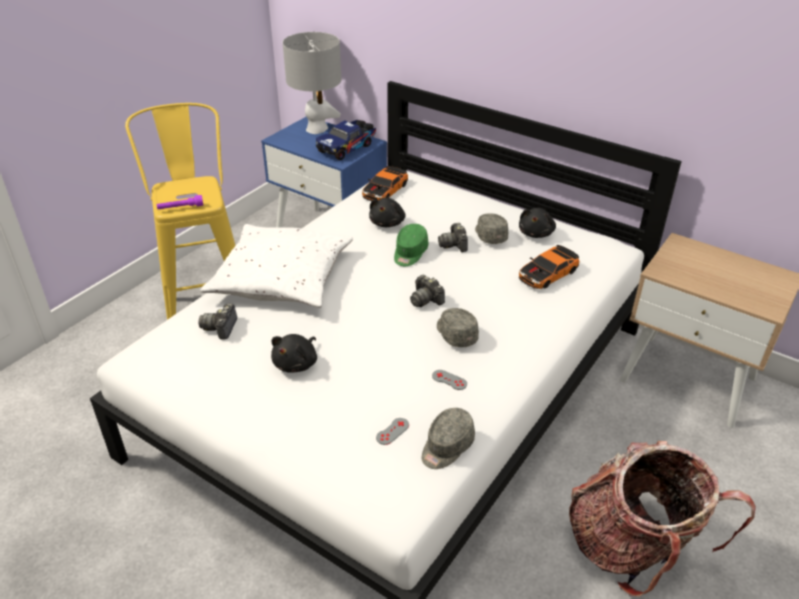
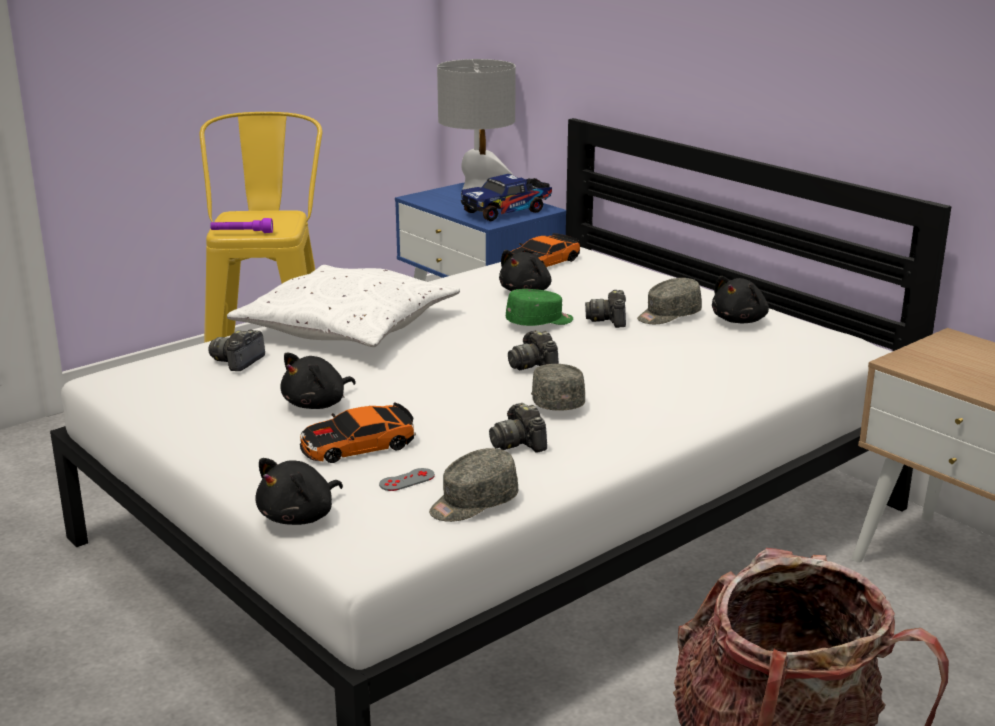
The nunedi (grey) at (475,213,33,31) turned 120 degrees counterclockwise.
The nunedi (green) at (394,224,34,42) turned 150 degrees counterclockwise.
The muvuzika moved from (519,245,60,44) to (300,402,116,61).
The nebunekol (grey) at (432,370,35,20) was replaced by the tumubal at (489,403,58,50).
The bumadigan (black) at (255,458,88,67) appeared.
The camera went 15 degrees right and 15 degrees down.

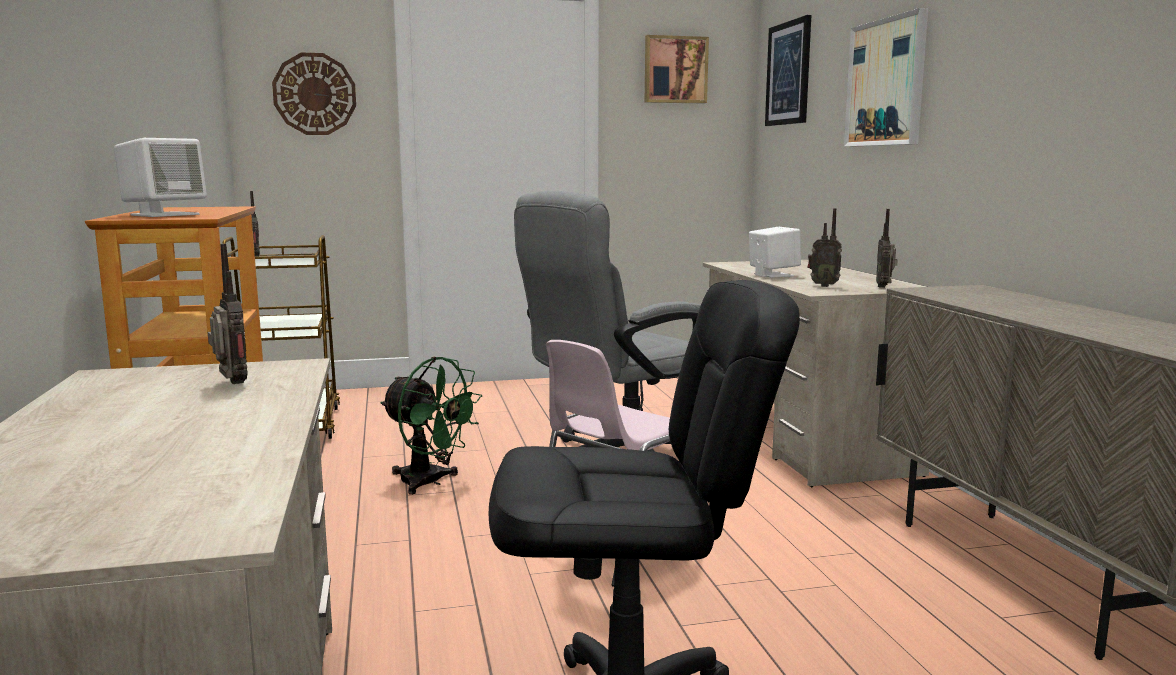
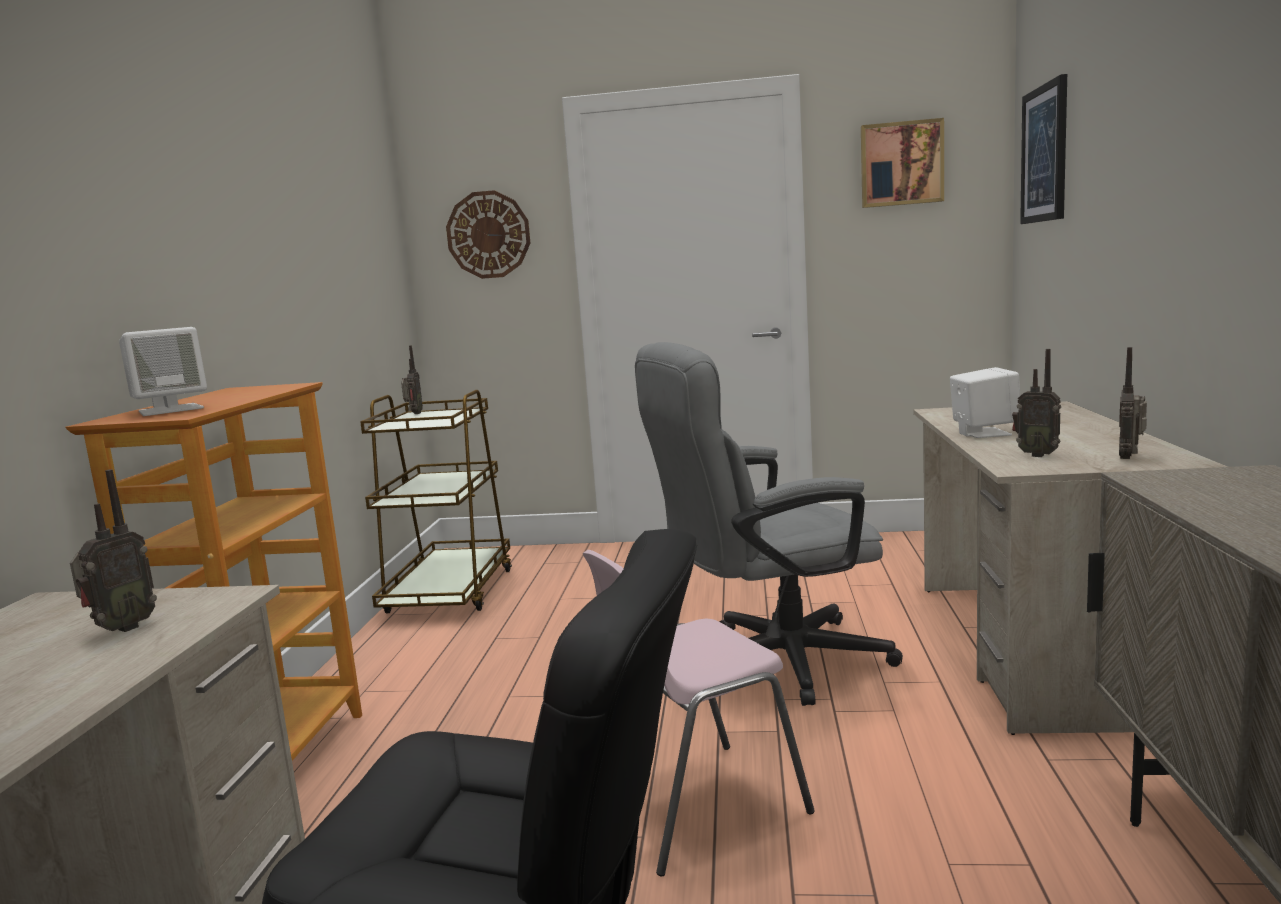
The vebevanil at (844,8,84,139) disappeared.
The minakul at (208,244,40,140) turned 45 degrees clockwise.
The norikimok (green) at (381,357,101,138) disappeared.
The camera went 20 degrees right and 0 degrees up.

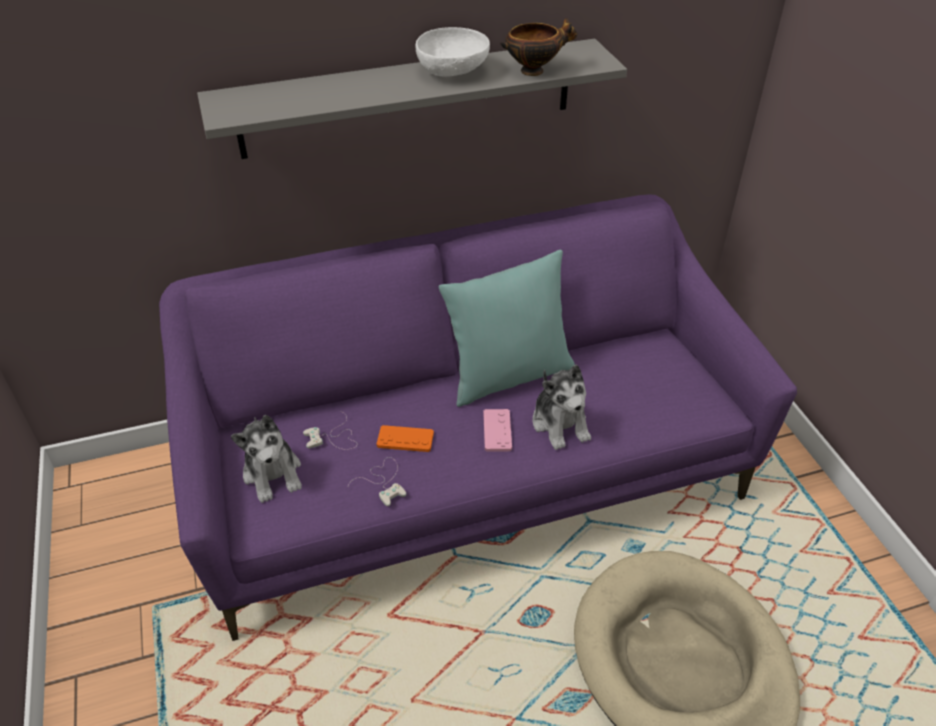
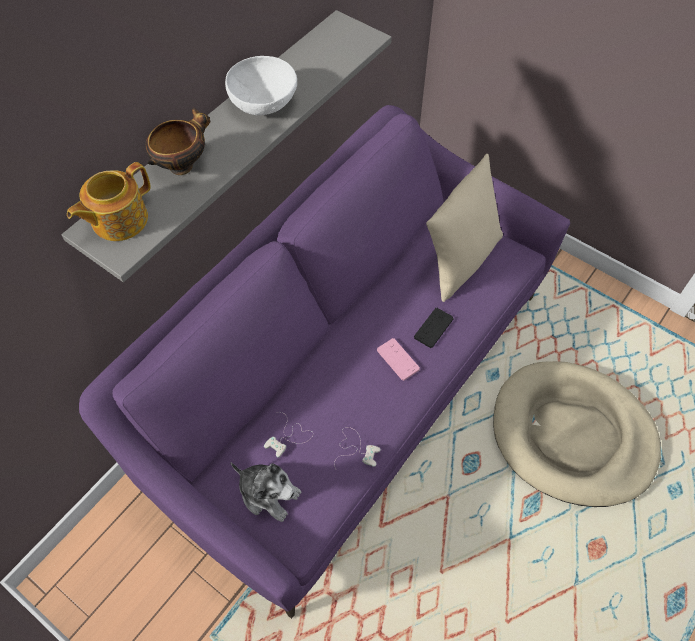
The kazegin moved from (500,18,78,58) to (146,108,64,67).
The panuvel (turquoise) at (439,250,136,157) disappeared.
The bumadigan at (532,365,59,85) was replaced by the nebunekol (black) at (414,308,40,40).
The nebunekol (orange) at (376,425,58,27) disappeared.
The panuvel (beige) at (426,154,77,148) appeared.
The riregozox at (67,162,84,79) appeared.
The camera went 35 degrees left and 15 degrees up.

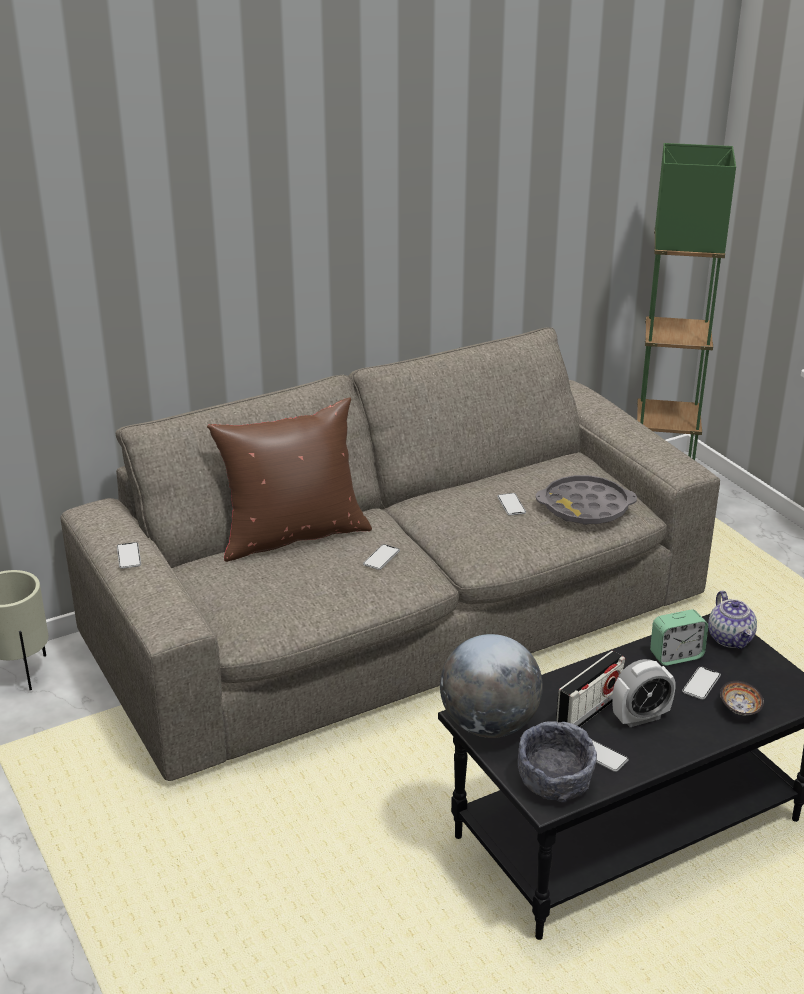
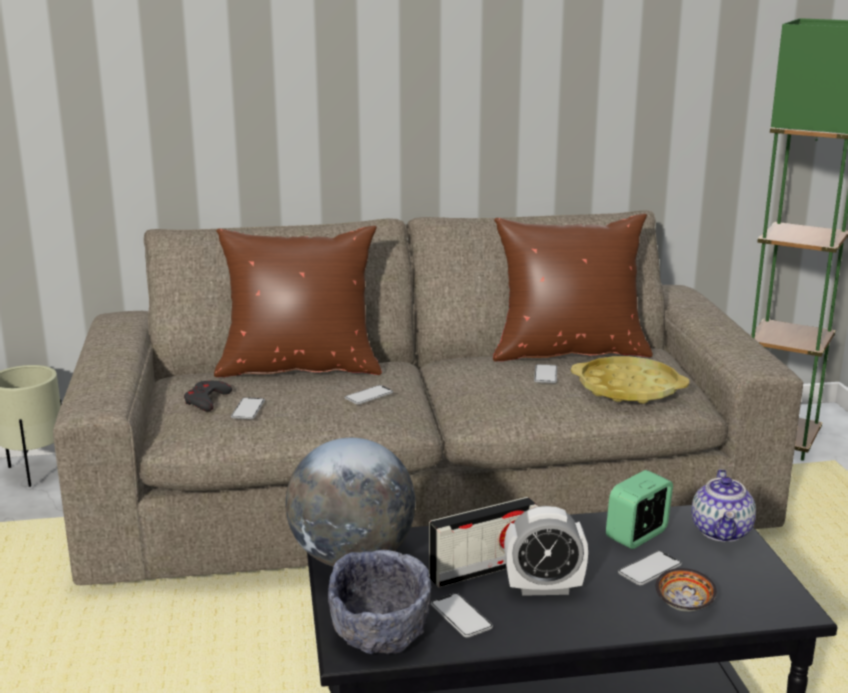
The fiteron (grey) at (536,475,101,50) became the fiteron (yellow) at (571,356,118,48).
The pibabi moved from (117,542,24,27) to (231,397,34,22).
The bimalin at (650,610,58,56) turned 135 degrees clockwise.
The panuvel (brown) at (493,213,160,148) appeared.
The nebunekol (grey) at (184,381,48,30) appeared.
The camera went 20 degrees right and 10 degrees down.

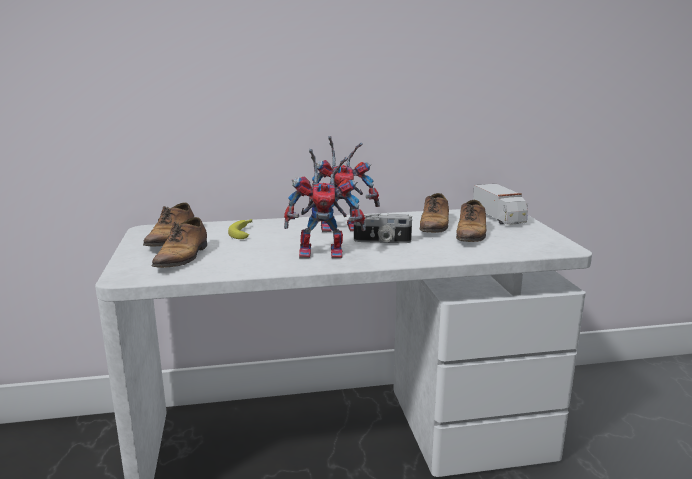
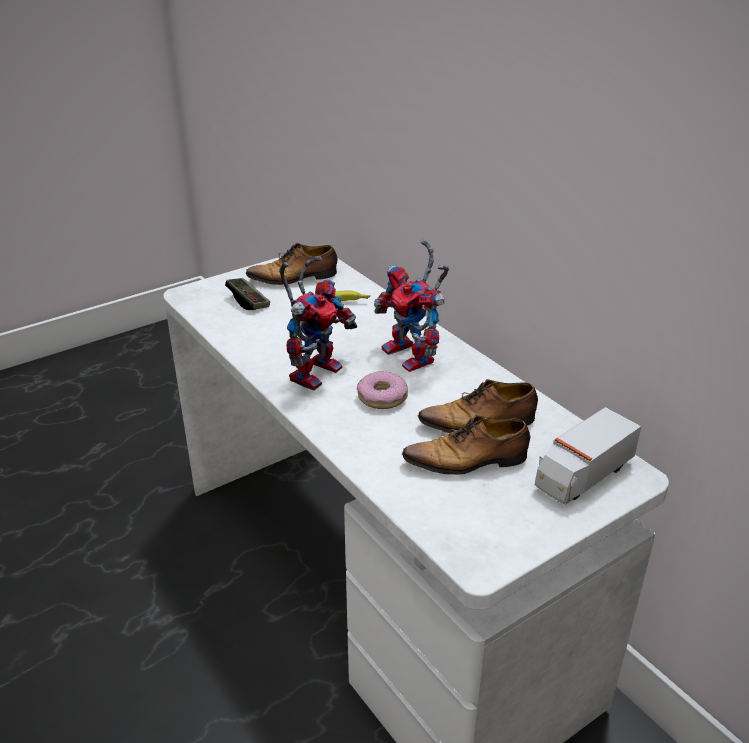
The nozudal at (284,149,82,109) turned 120 degrees counterclockwise.
The tumubal at (354,213,58,30) was replaced by the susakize at (357,371,51,38).
The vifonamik at (152,217,55,51) was replaced by the nebunekol at (225,278,45,32).
The camera went 65 degrees right and 15 degrees up.

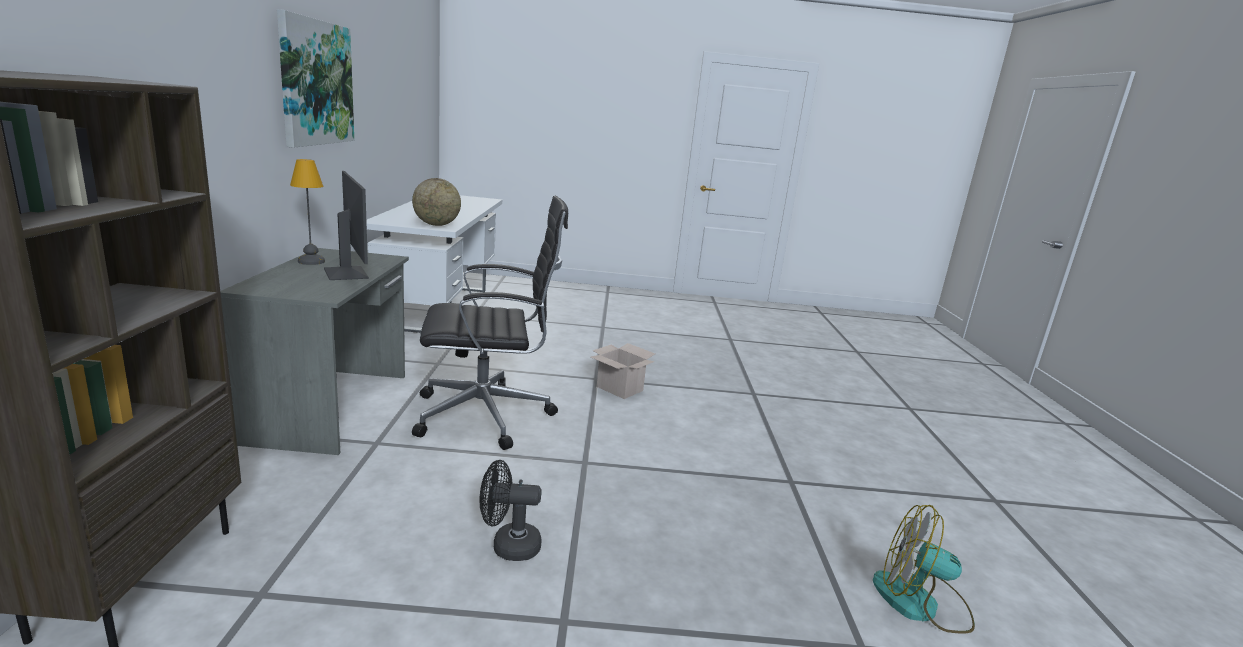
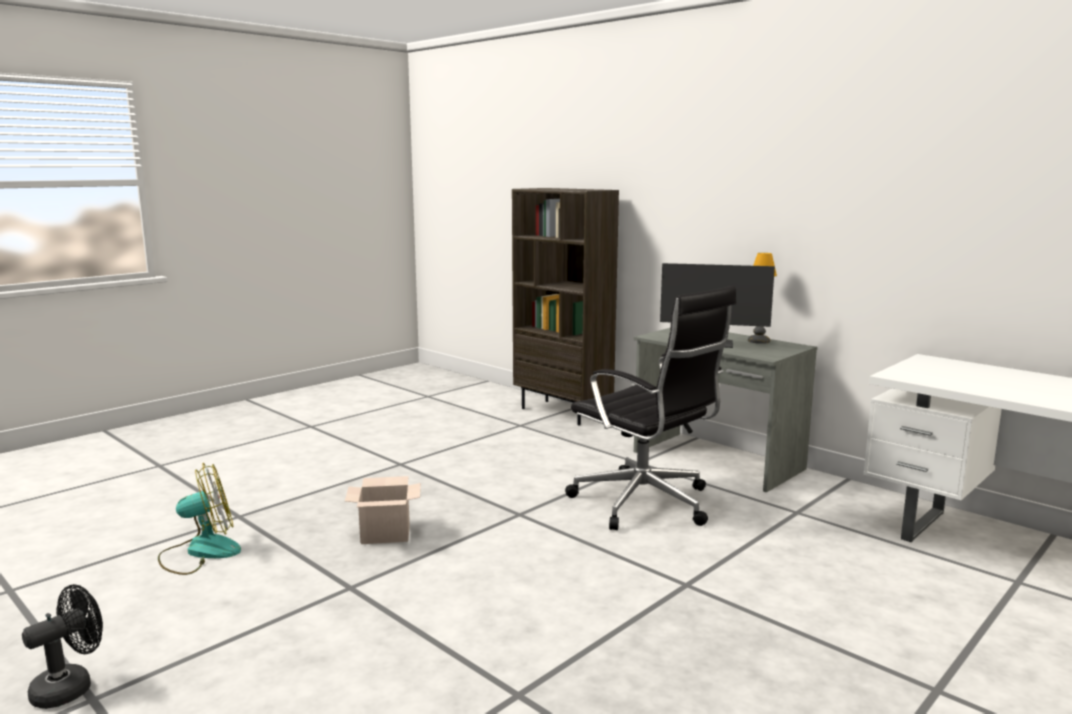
The vebevanil at (277,9,77,139) disappeared.
The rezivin at (412,178,49,48) disappeared.
The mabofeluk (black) at (412,196,156,254) turned 75 degrees counterclockwise.
The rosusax moved from (591,343,64,56) to (345,476,76,68).
The norikimok (black) moved from (479,460,63,101) to (22,584,81,125).
The camera went 135 degrees right and 5 degrees down.

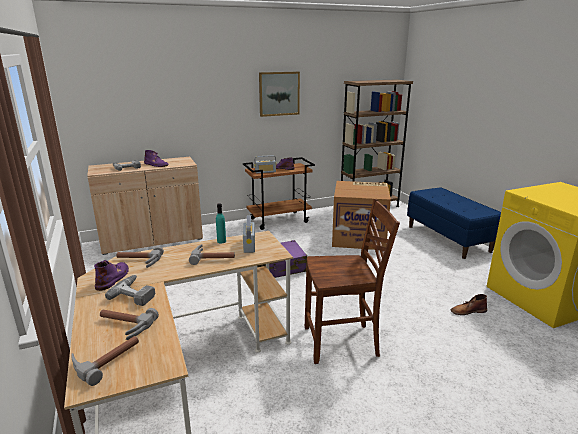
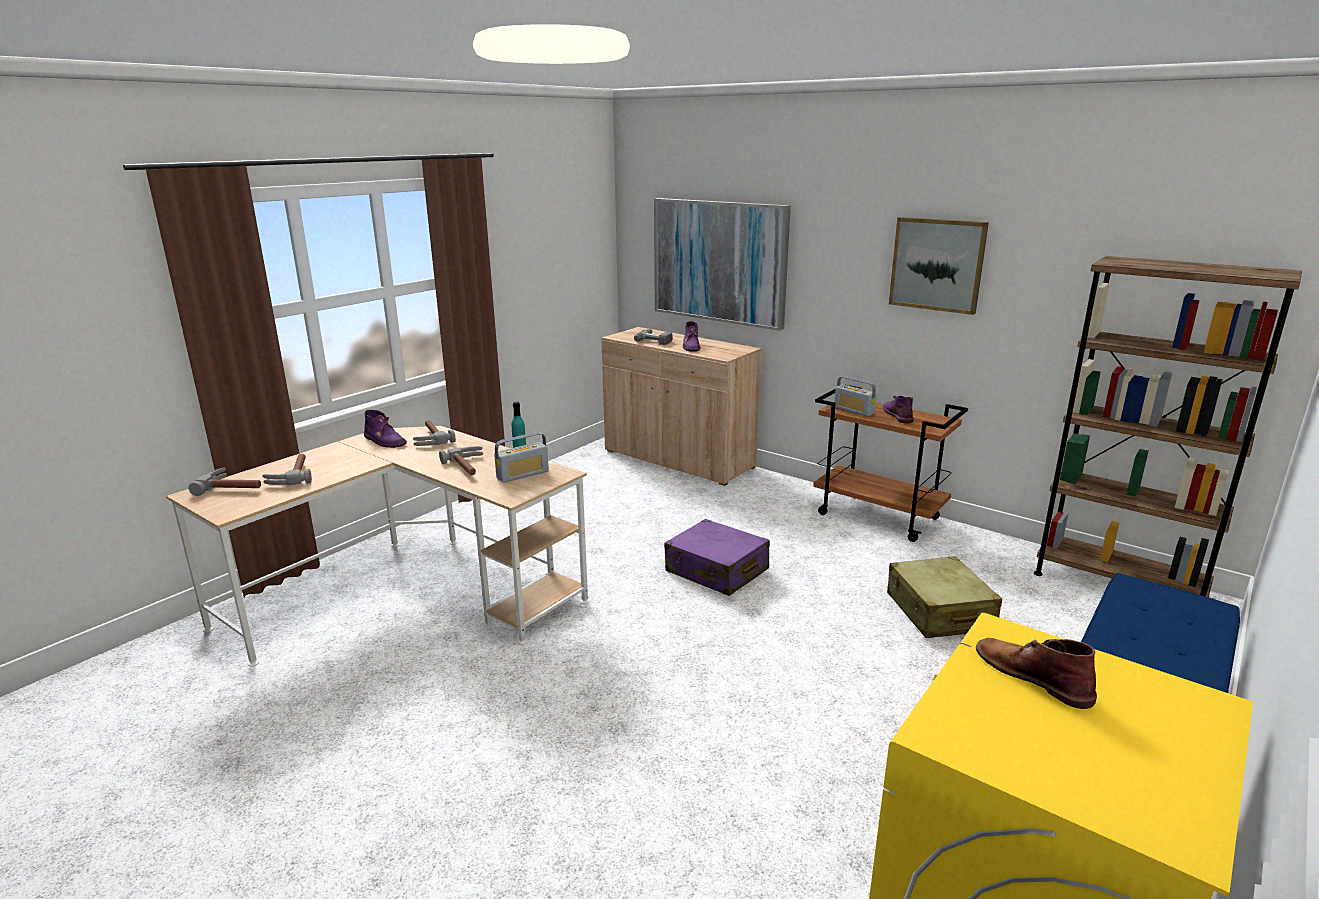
The rosusax at (332,181,59,69) was replaced by the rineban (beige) at (887,556,115,82).
The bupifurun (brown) at (305,199,95,165) disappeared.
The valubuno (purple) at (94,260,35,31) turned 60 degrees clockwise.
The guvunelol at (105,275,50,31) disappeared.
The valubuno (brown) moved from (450,294,37,21) to (976,638,121,71).
The vebevanil at (654,198,137,133) appeared.
The camera went 60 degrees right and 0 degrees up.

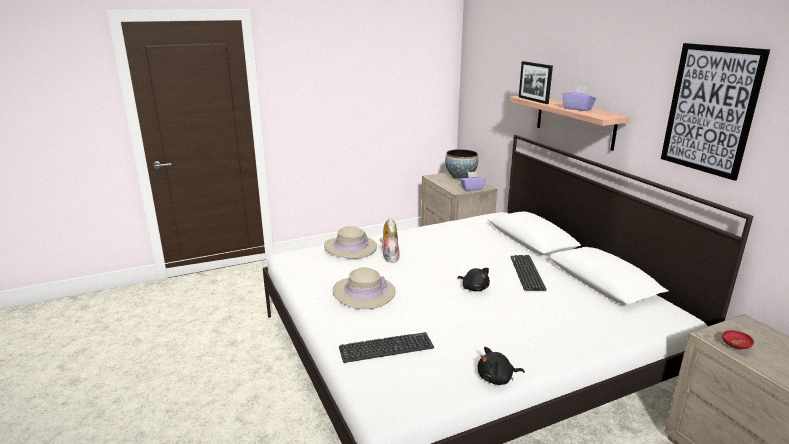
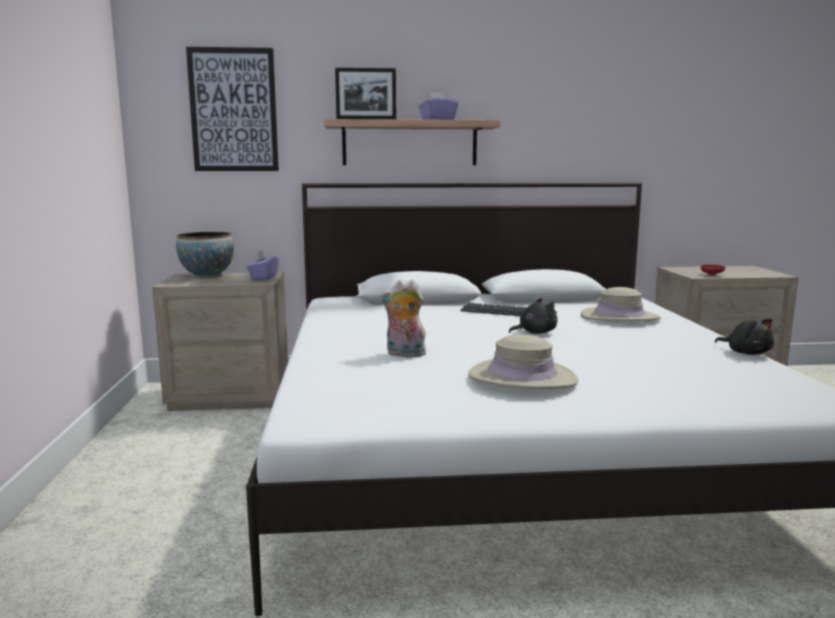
The vebevanil moved from (661,43,109,138) to (186,47,93,124).
The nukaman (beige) moved from (324,226,53,33) to (581,287,80,34).
The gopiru at (339,332,95,31) disappeared.
The bumadigan (black) at (477,347,48,38) turned 45 degrees counterclockwise.
The camera went 70 degrees left and 10 degrees down.

